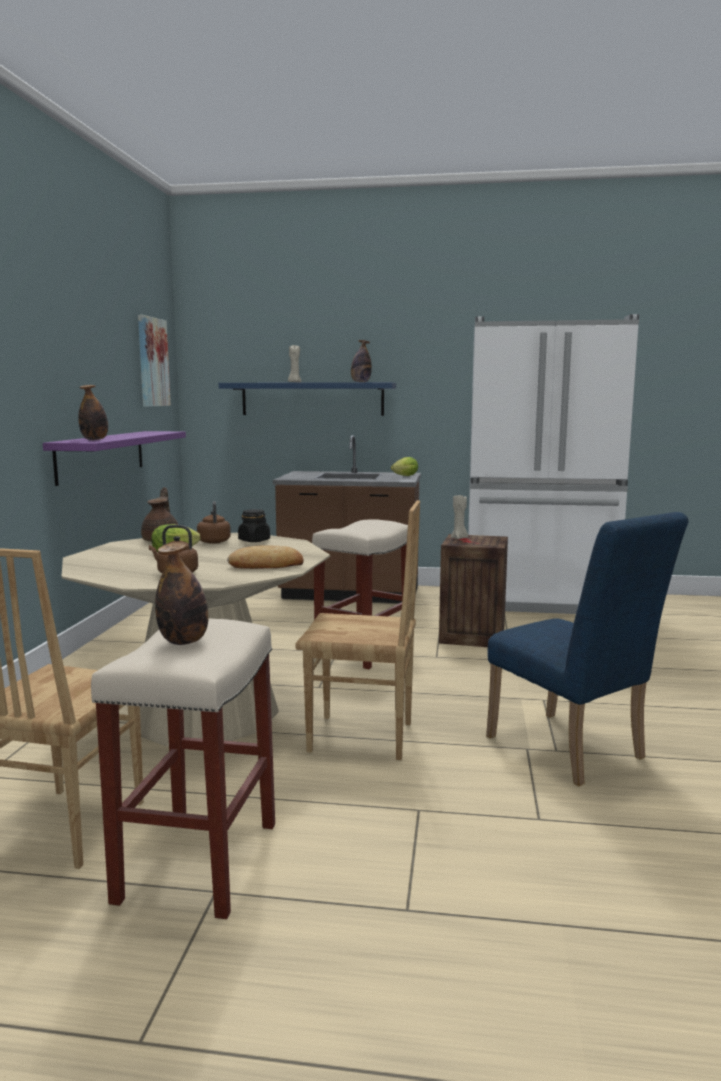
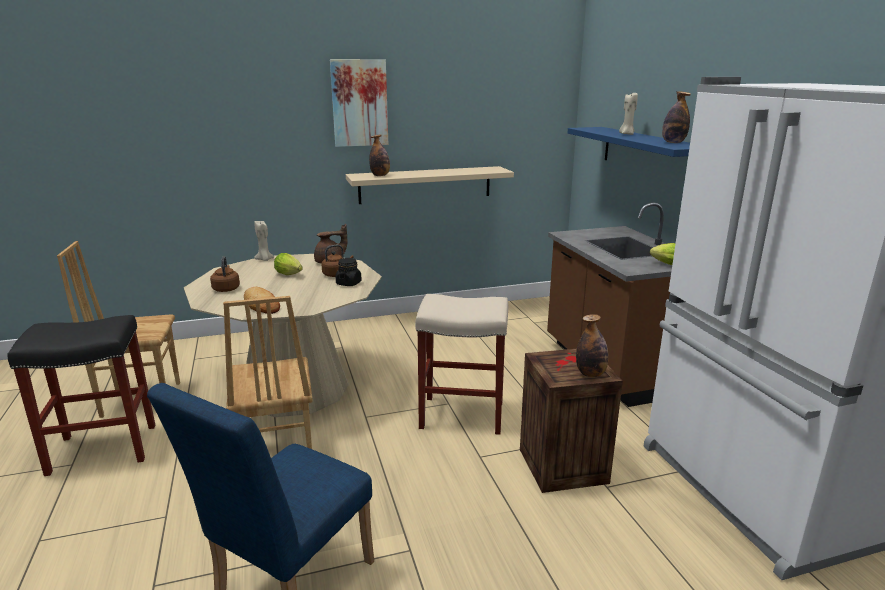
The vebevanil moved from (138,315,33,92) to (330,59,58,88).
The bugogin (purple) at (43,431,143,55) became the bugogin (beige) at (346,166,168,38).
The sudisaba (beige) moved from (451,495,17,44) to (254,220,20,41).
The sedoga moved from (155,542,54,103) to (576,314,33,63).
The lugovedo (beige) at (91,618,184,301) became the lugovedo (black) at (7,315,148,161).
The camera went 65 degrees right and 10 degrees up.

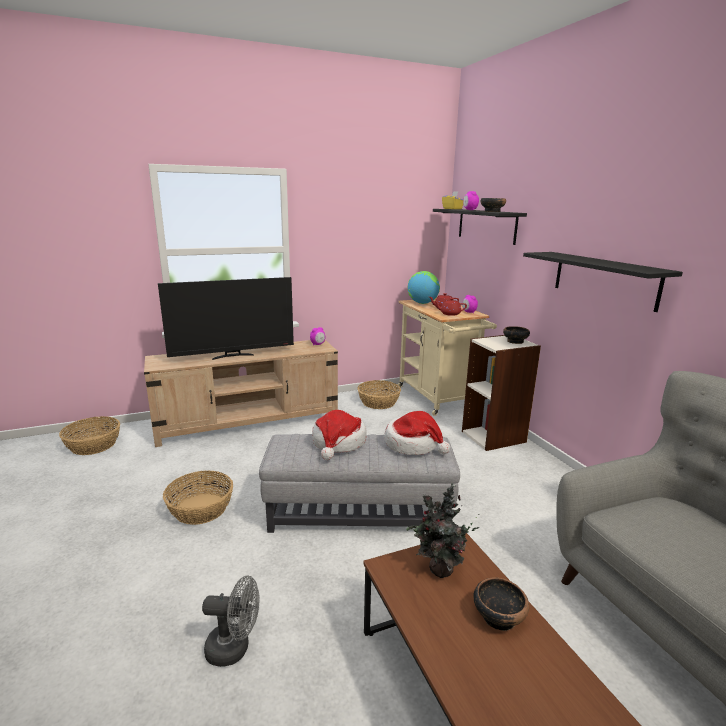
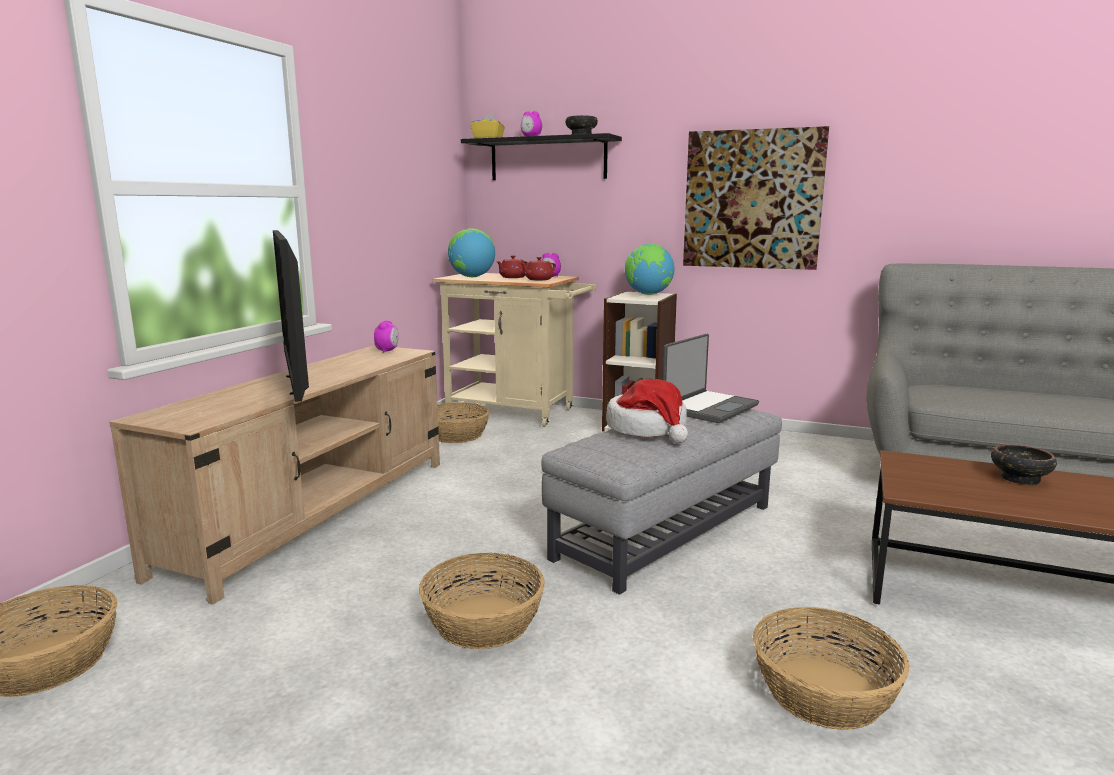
The bugogin (black) at (523,252,160,60) was replaced by the vebevanil at (683,126,146,144).
The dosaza at (158,277,136,83) turned 135 degrees clockwise.
The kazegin at (503,326,27,18) was replaced by the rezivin at (625,244,49,51).
The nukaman at (384,411,66,44) was replaced by the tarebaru at (663,334,96,89).
The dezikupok at (406,483,73,95) disappeared.
The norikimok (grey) at (202,576,58,91) was replaced by the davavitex at (753,607,157,123).
The camera went 45 degrees left and 5 degrees down.

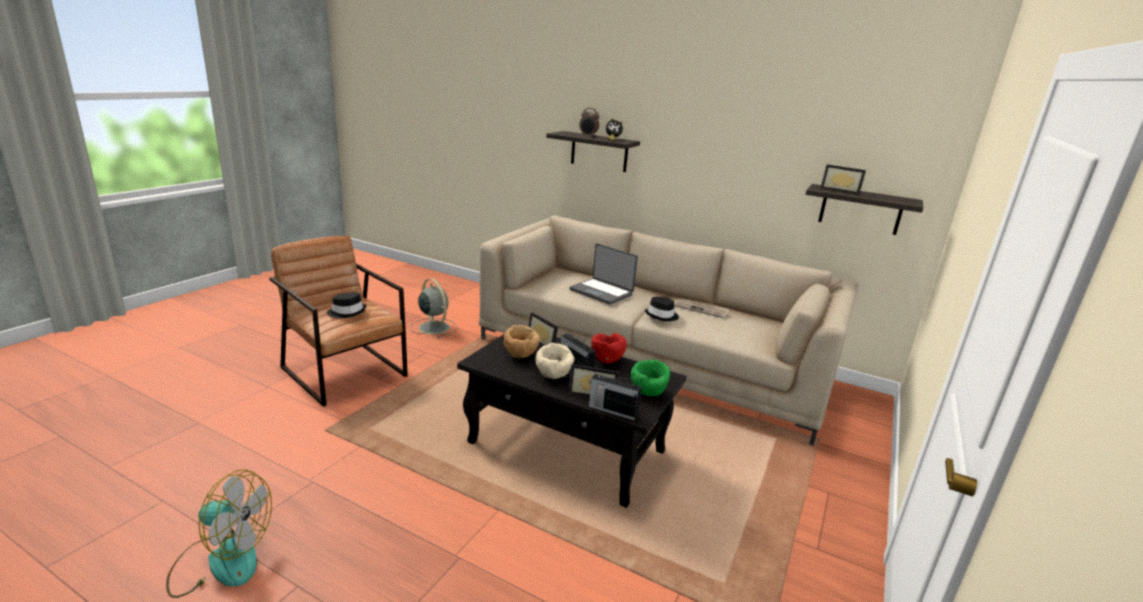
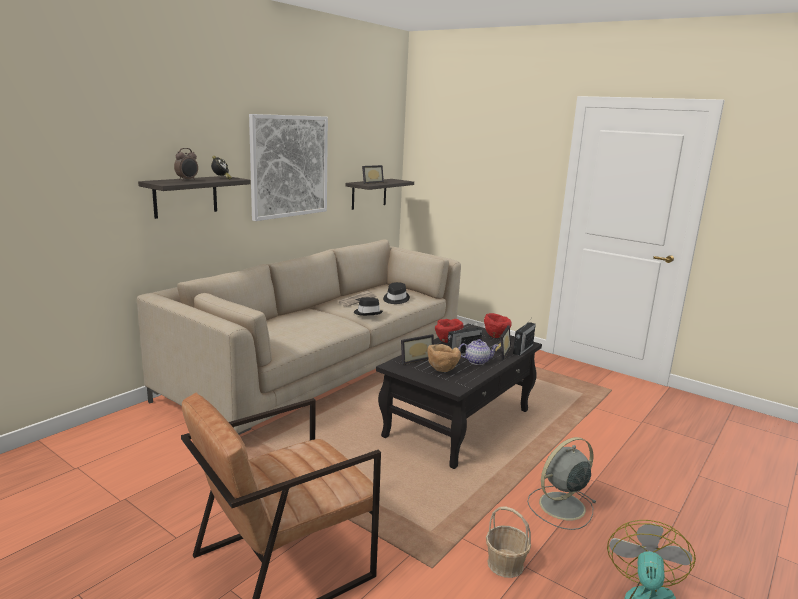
The tarebaru at (569,243,69,62) disappeared.
The norikimok (grey) moved from (409,278,48,61) to (527,437,70,93).
The nukaman (black) moved from (327,292,40,26) to (383,282,27,22).
The kazegin (beige) at (535,343,39,36) was replaced by the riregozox at (458,339,41,26).
The kazegin (green) at (631,360,39,36) became the kazegin (red) at (484,313,28,25).
The vebevanil at (249,114,79,107) appeared.
The davavitex at (486,507,45,71) appeared.
The camera went 80 degrees left and 5 degrees down.

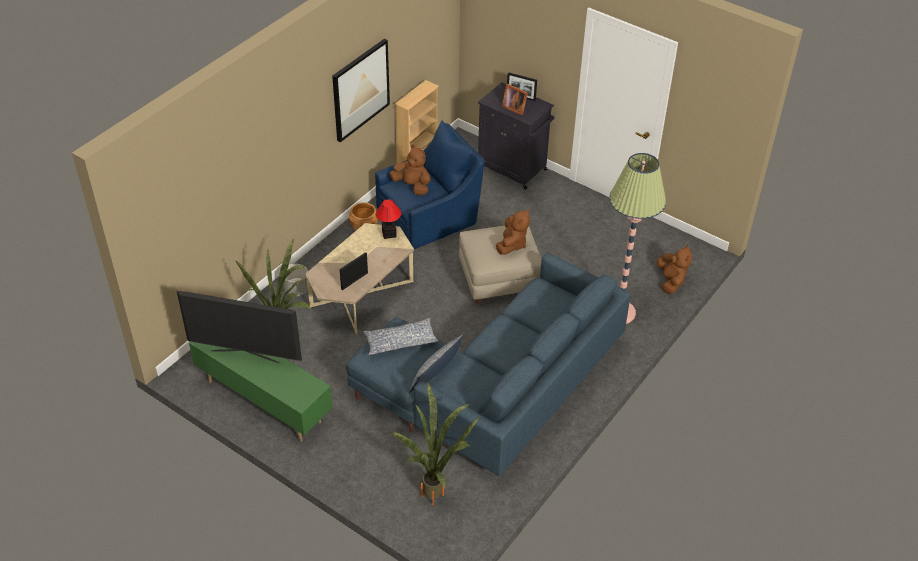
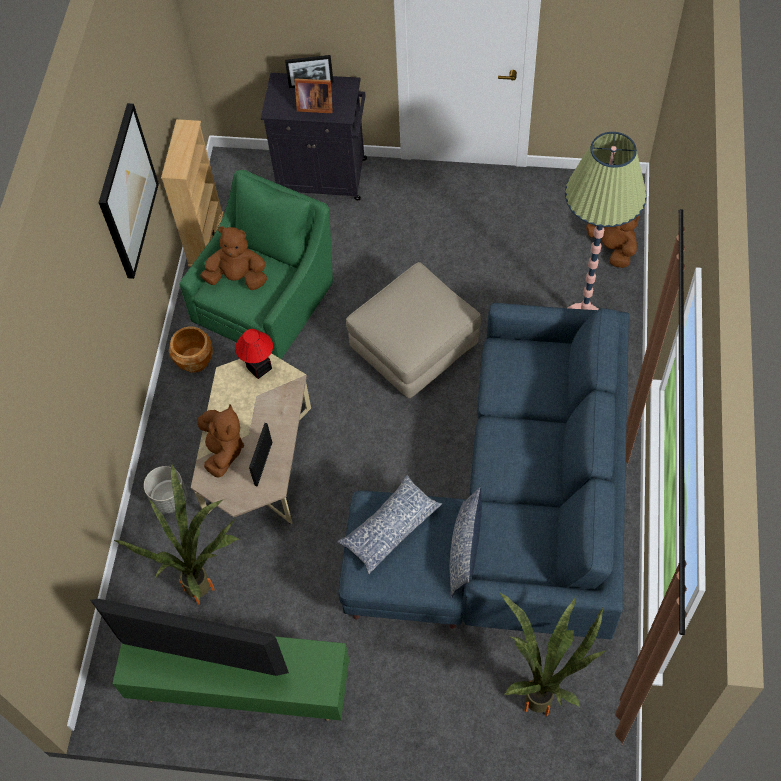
The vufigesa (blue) at (375,120,110,129) became the vufigesa (green) at (180,170,153,189).
The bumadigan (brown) moved from (496,209,34,46) to (197,405,47,73).
The dosaza at (177,291,125,72) turned 150 degrees counterclockwise.
The camera went 25 degrees left and 15 degrees up.

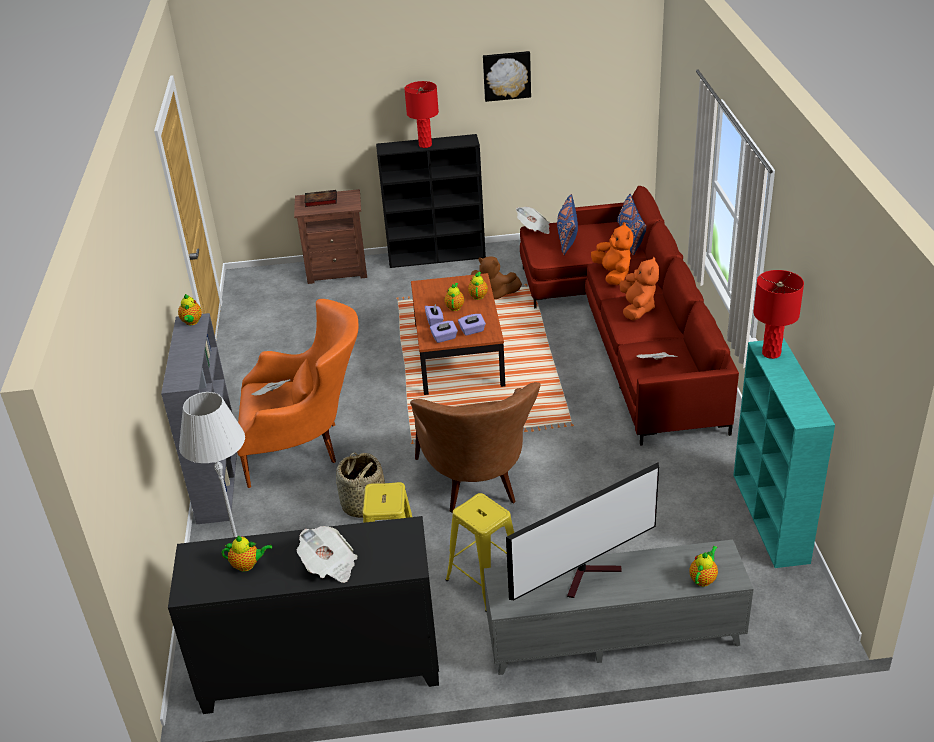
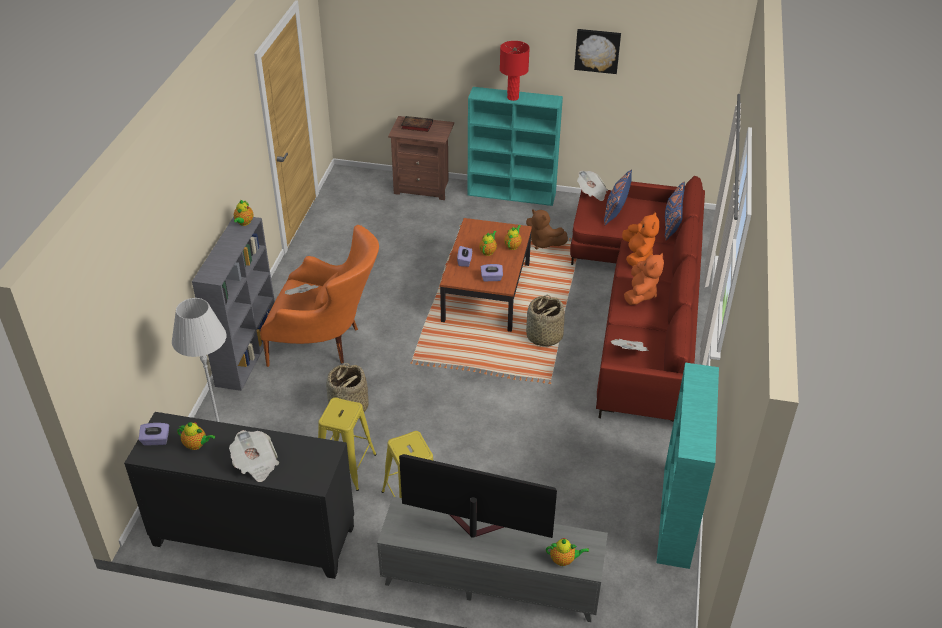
The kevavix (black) at (376,134,110,134) became the kevavix (turquoise) at (468,87,95,119).
The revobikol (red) at (753,270,51,89) disappeared.
The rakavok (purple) moved from (430,321,28,22) to (139,423,30,23).
The vufigesa (brown) at (410,382,131,131) disappeared.
The dosaza at (506,462,153,138) turned 150 degrees counterclockwise.
The riregozox at (689,546,29,41) turned 45 degrees clockwise.
The davavitex at (526,294,39,53) appeared.
The camera went 15 degrees right and 5 degrees up.

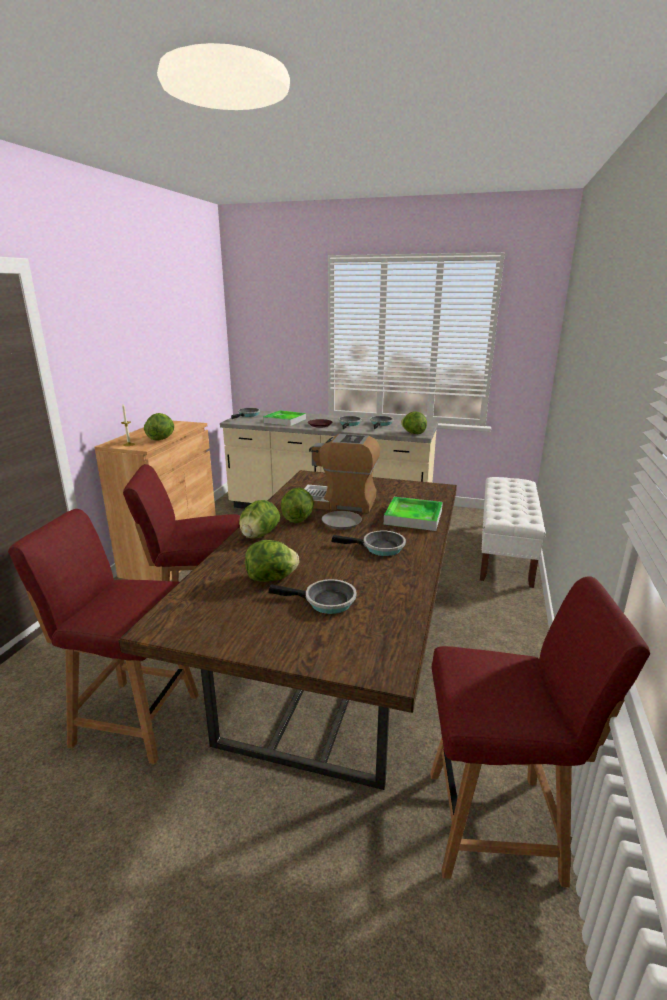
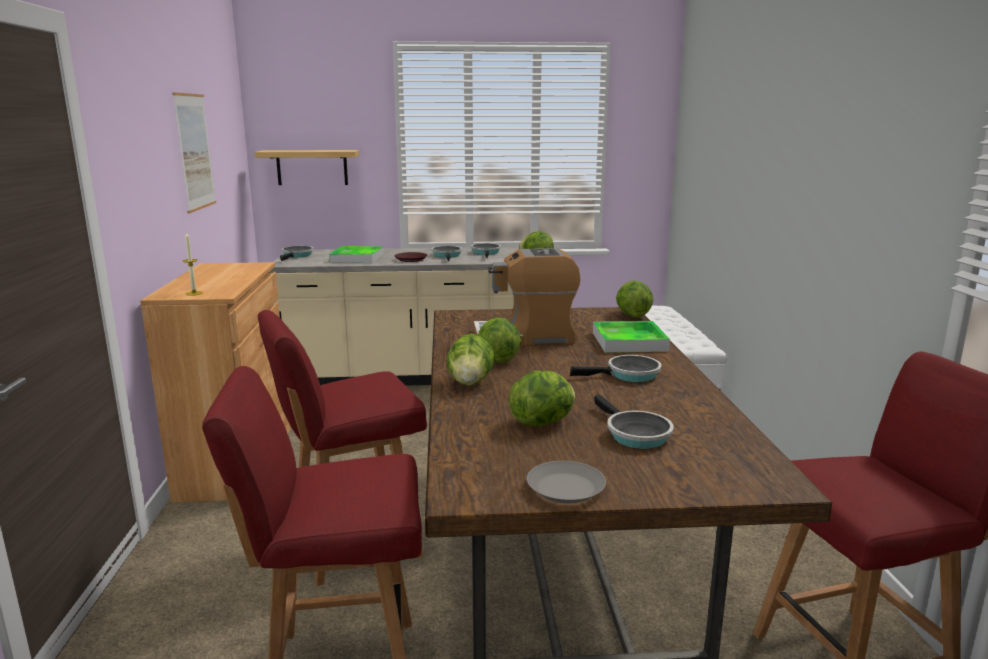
The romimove moved from (144,413,30,28) to (616,280,37,38).
The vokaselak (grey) moved from (322,511,40,19) to (527,461,79,43).
The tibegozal at (269,579,88,35) turned 75 degrees clockwise.
The vebevanil at (172,92,44,121) appeared.
The bugogin at (255,150,104,35) appeared.
The camera went 20 degrees left and 5 degrees down.

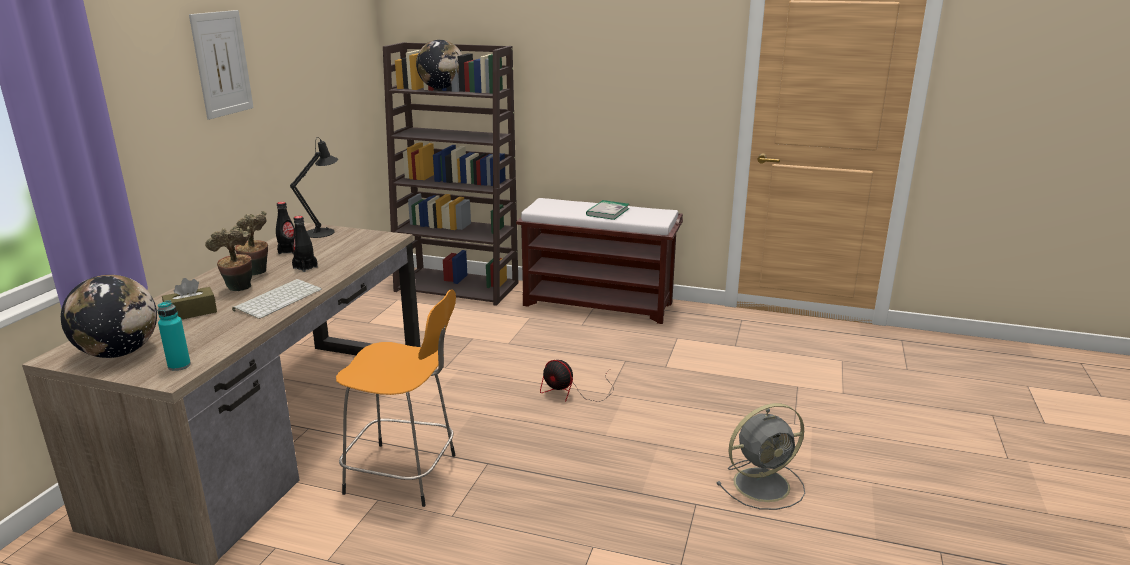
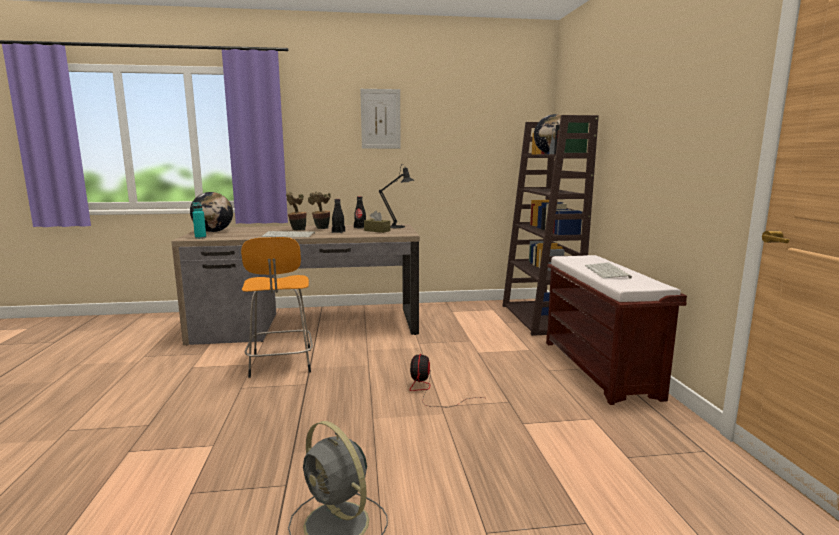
The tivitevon at (586,200,43,20) was replaced by the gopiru at (585,263,47,16).
The rakavok (brown) moved from (162,278,55,42) to (364,211,26,22).
The camera went 65 degrees right and 10 degrees down.

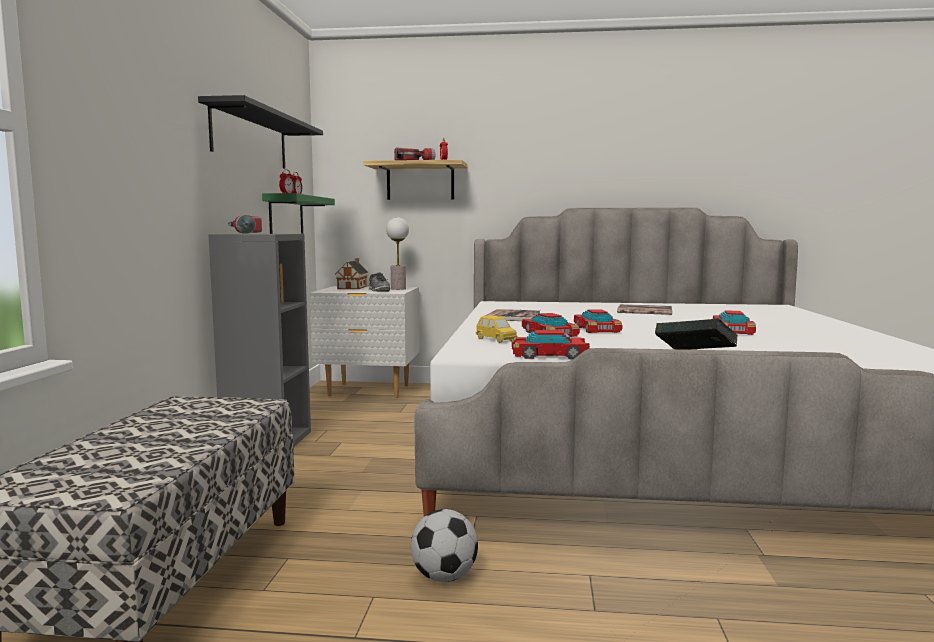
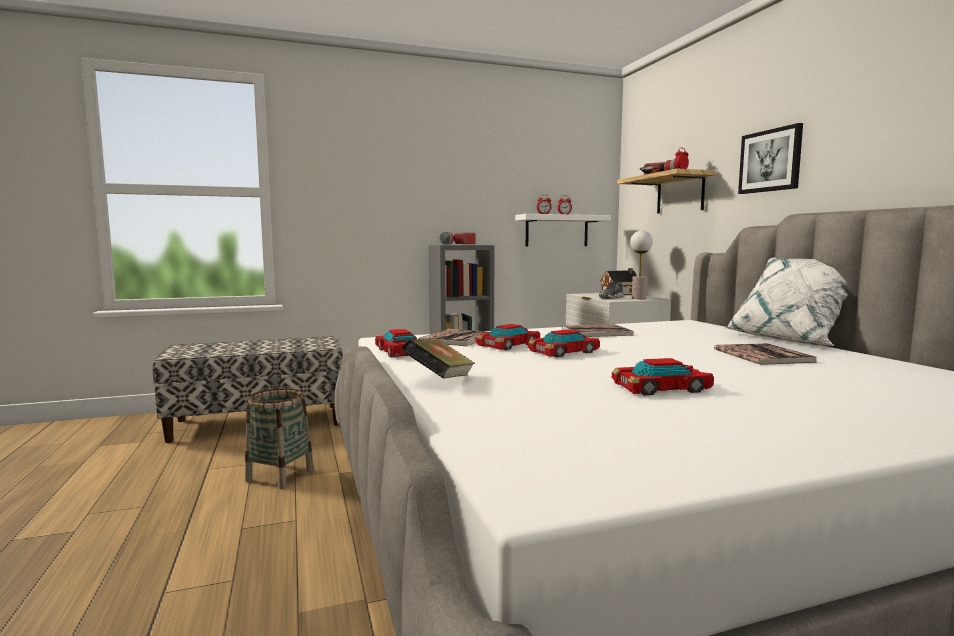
The bugogin (black) at (198,95,125,74) disappeared.
The bugogin (green) at (262,193,73,41) became the bugogin (white) at (515,214,96,32).
The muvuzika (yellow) at (476,315,41,28) was replaced by the tivitevon at (418,329,72,17).
The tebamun at (411,509,67,73) was replaced by the davavitex at (245,388,69,101).
The vebevanil at (738,123,65,71) appeared.
The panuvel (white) at (724,257,124,89) appeared.
The camera went 65 degrees right and 0 degrees up.

